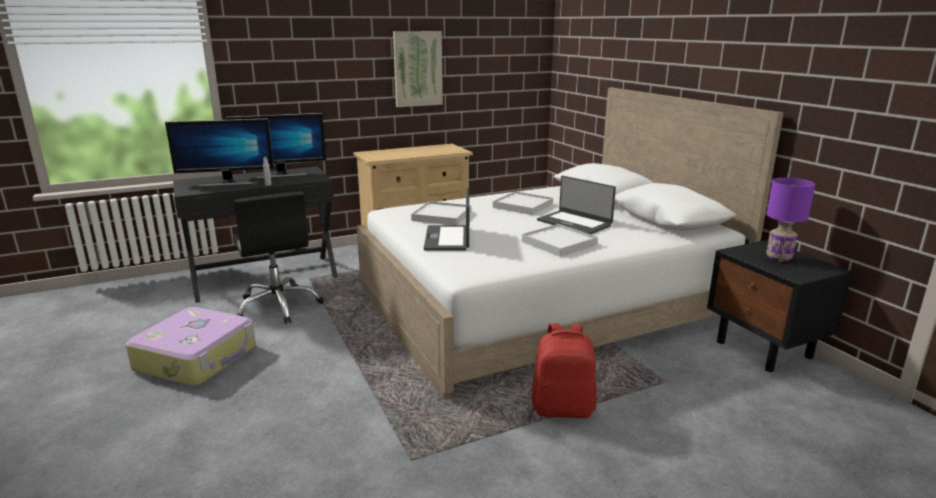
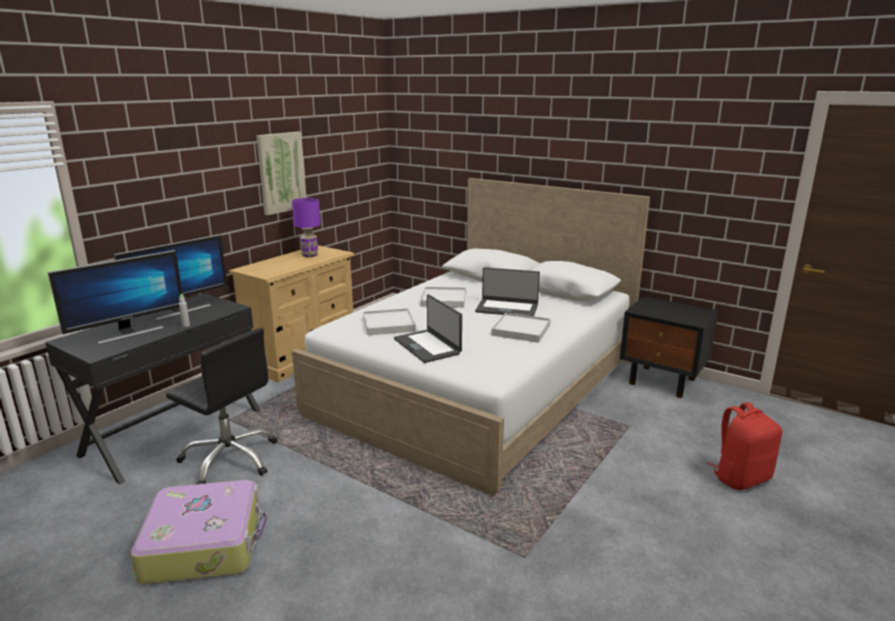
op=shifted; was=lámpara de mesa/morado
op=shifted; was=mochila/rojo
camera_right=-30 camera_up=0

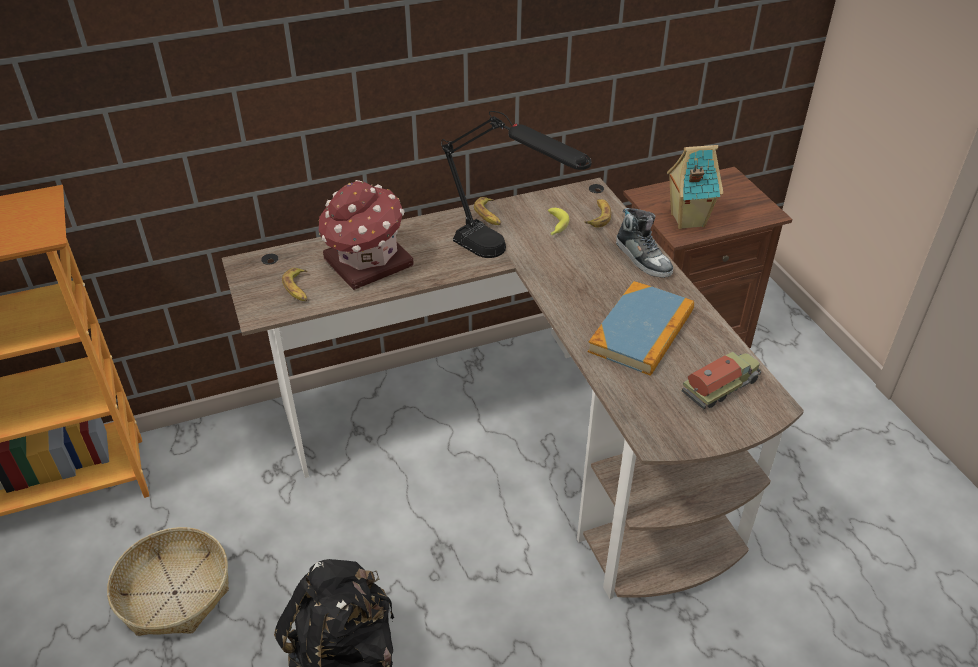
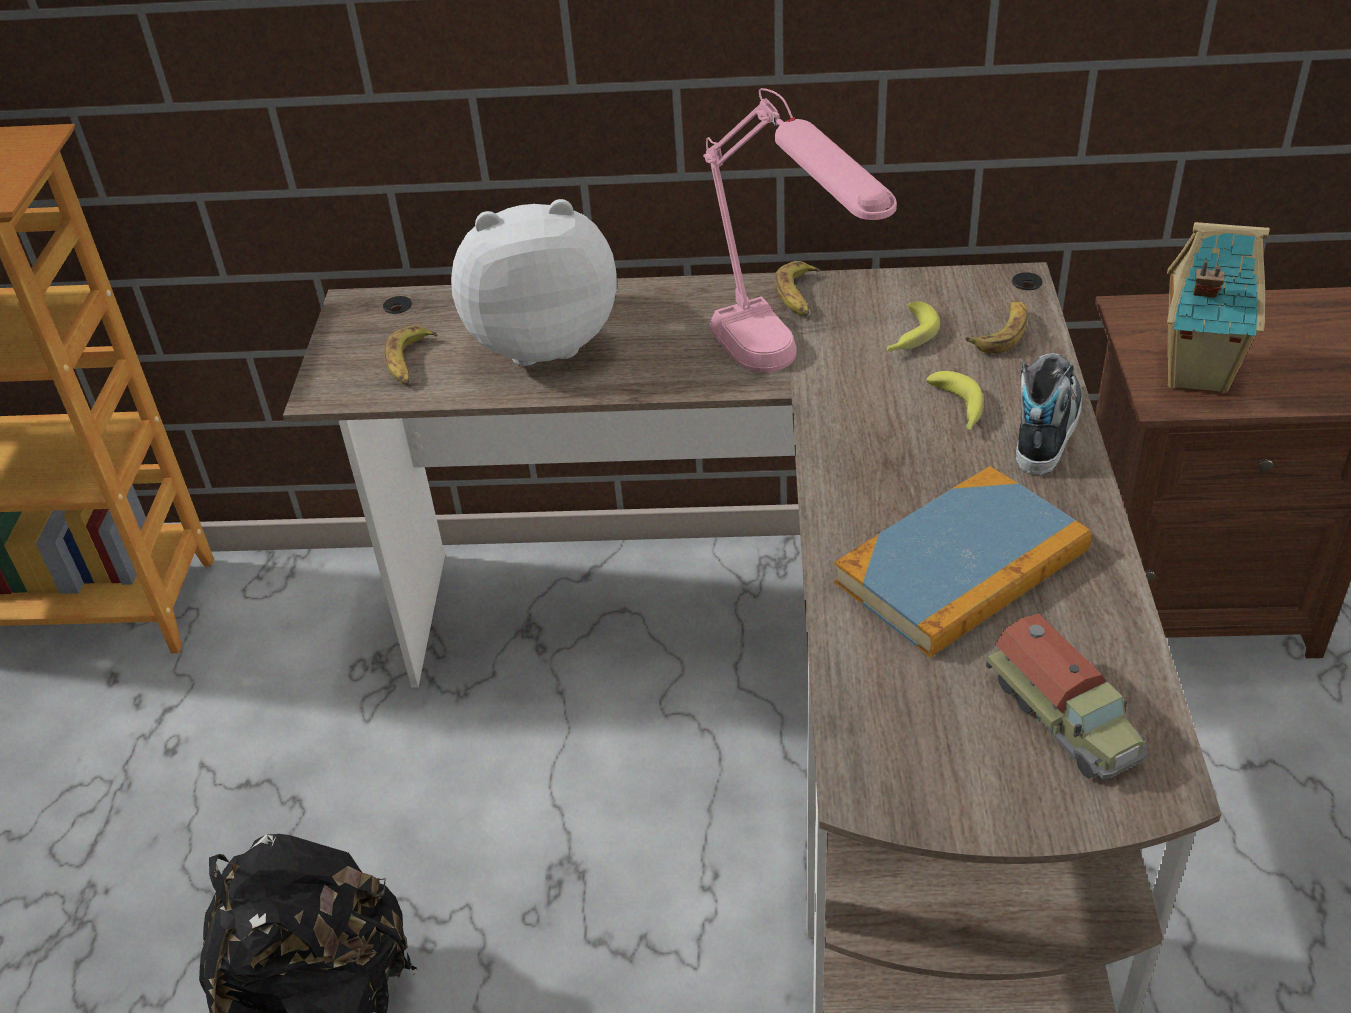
op=repainted; was=lámpara de mesa/negro; now=lámpara de mesa/rosa
op=swapped; was=casita (no. 1 from left); now=peluche
op=rotated; was=zapato; clockwise=-150
op=rotated; was=camión de juguete; clockwise=75
op=gone; was=cesta
op=new; now=plátano (no. 4 from left)
camera_right=25 camera_up=0

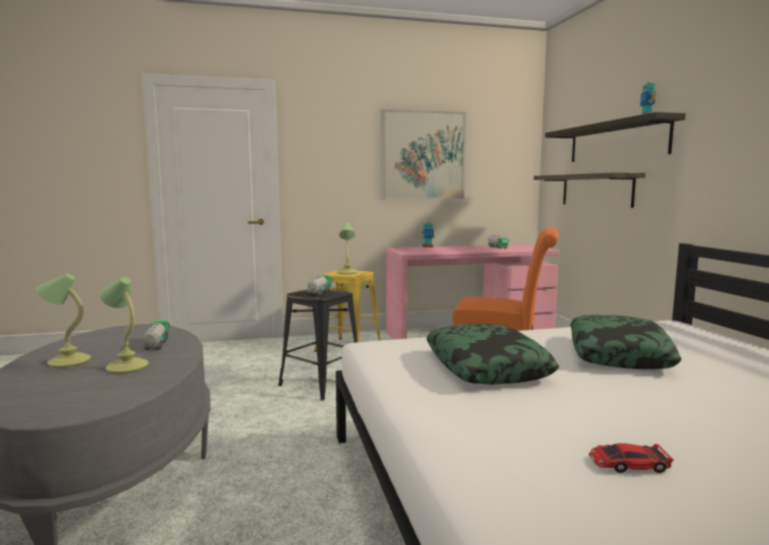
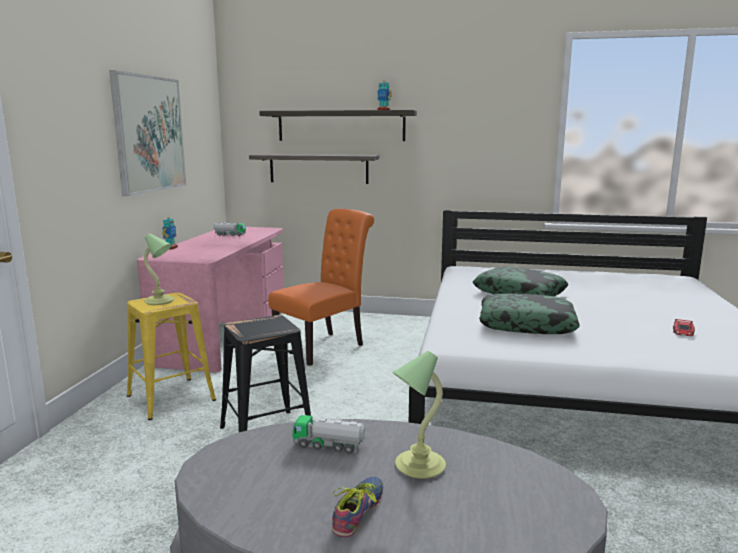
op=swapped; was=lámpara de mesa (no. 1 from left); now=zapato
op=gone; was=camión de juguete (no. 2 from left)
camera_right=-65 camera_up=5

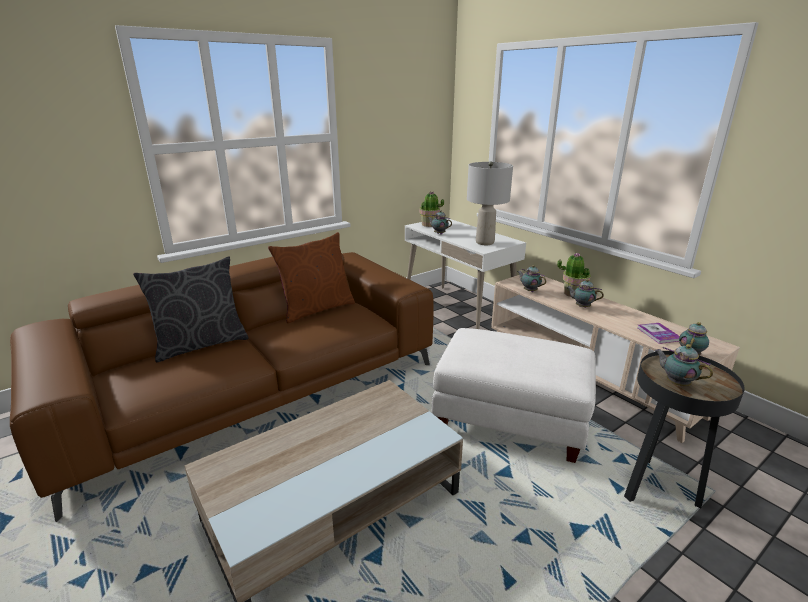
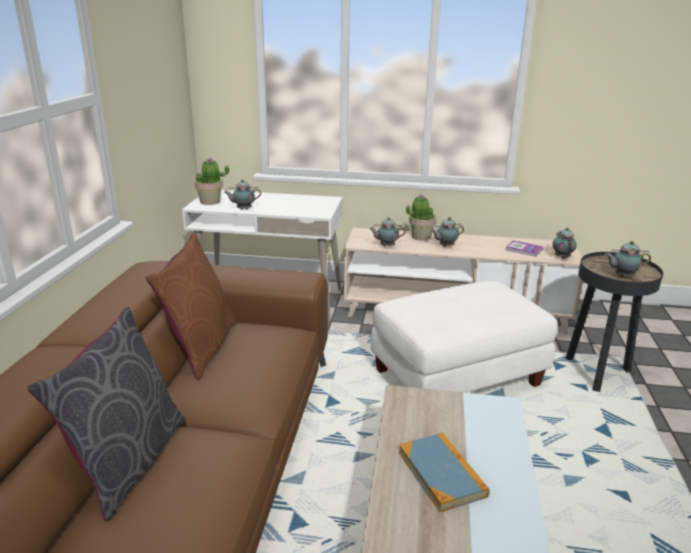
op=gone; was=lámpara de mesa/gris
op=new; now=libro (no. 1 from left)
camera_right=-45 camera_up=0

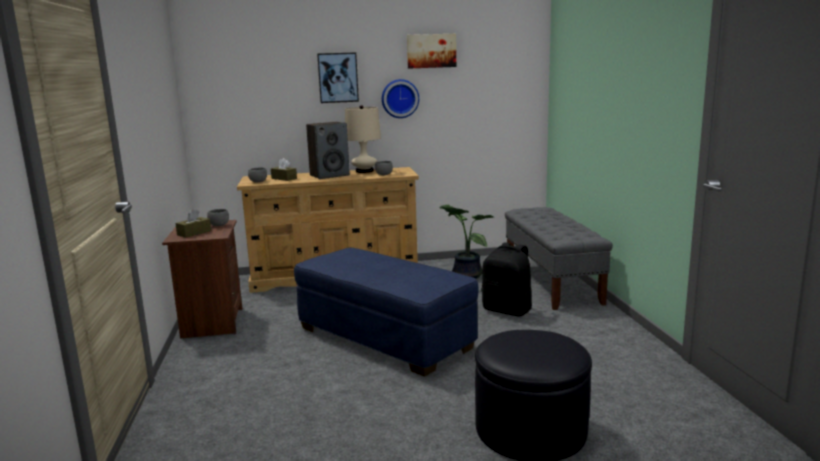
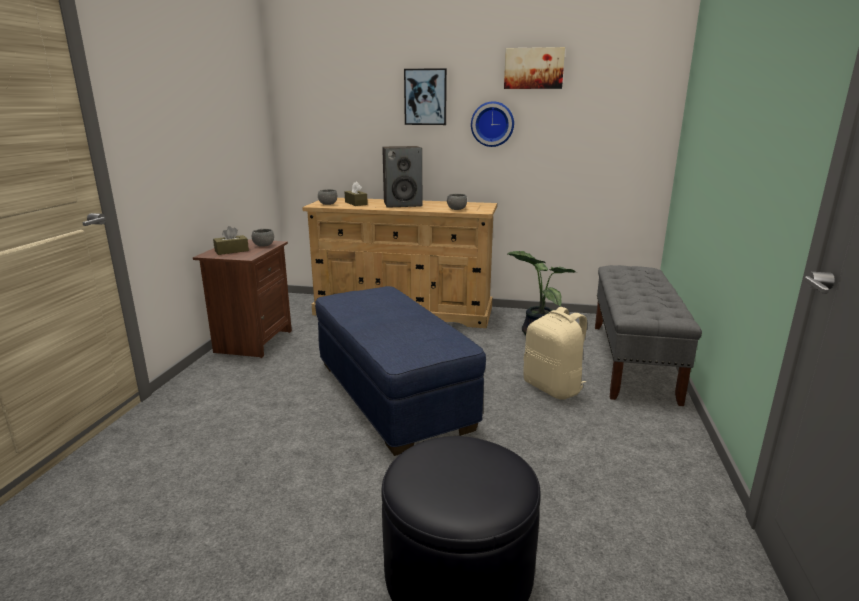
op=gone; was=lámpara de mesa/beis
op=repainted; was=mochila/negro; now=mochila/beis
camera_right=20 camera_up=5

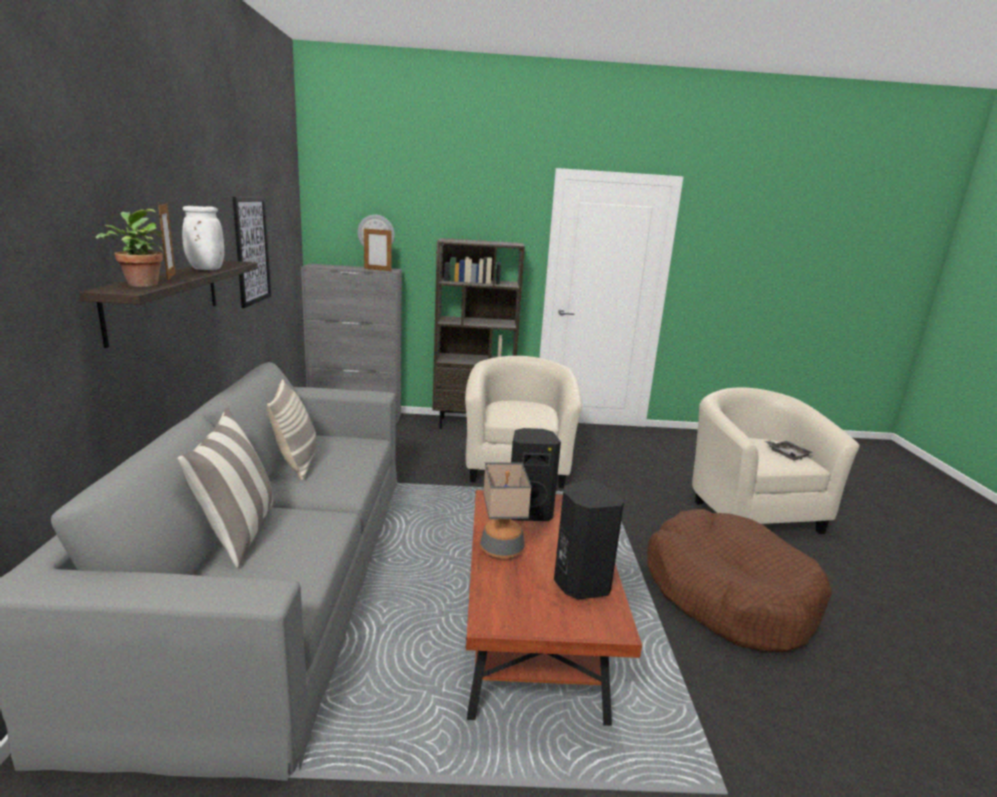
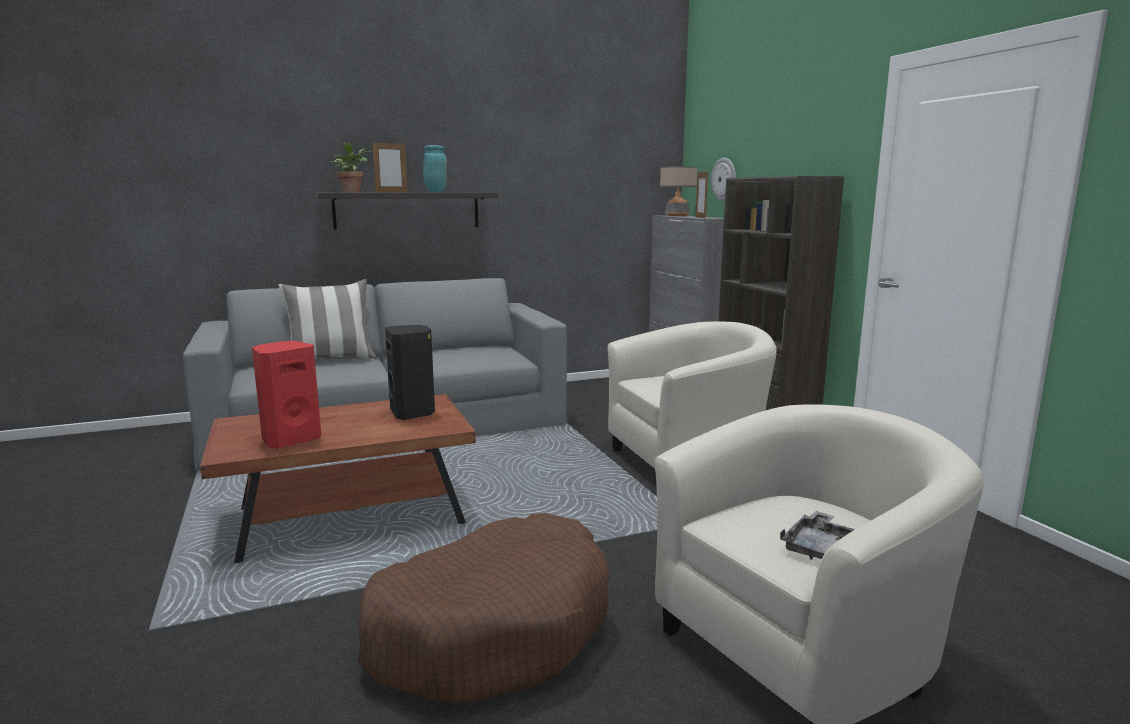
op=gone; was=cuadro
op=repainted; was=florero/blanco; now=florero/turquesa
op=gone; was=cojín (no. 2 from left)
op=shifted; was=lámpara de mesa
op=repainted; was=altavoz/negro (no. 2 from left); now=altavoz/rojo
camera_right=70 camera_up=-5

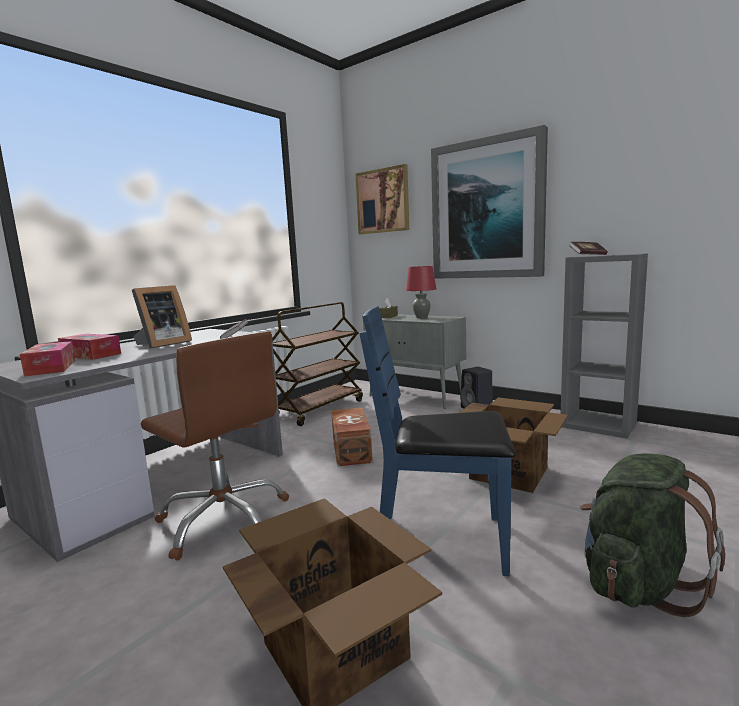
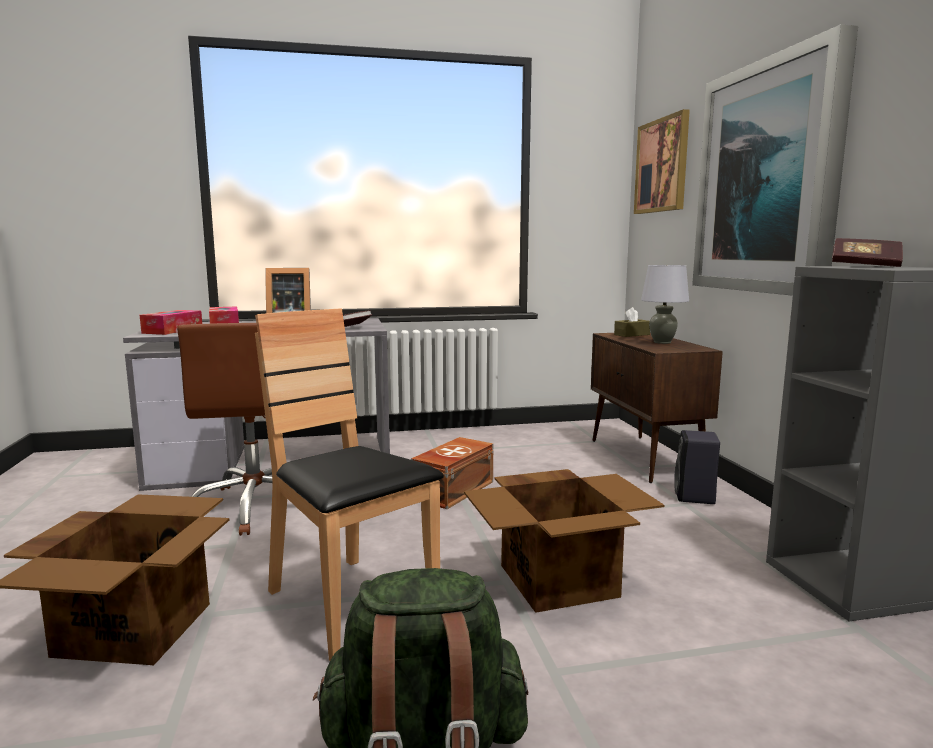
op=repainted; was=lámpara de mesa/rojo; now=lámpara de mesa/gris
op=gone; was=carrito/marrón
op=repainted; was=silla/azul; now=silla/marrón
op=repainted; was=armario/gris; now=armario/marrón
camera_right=40 camera_up=0

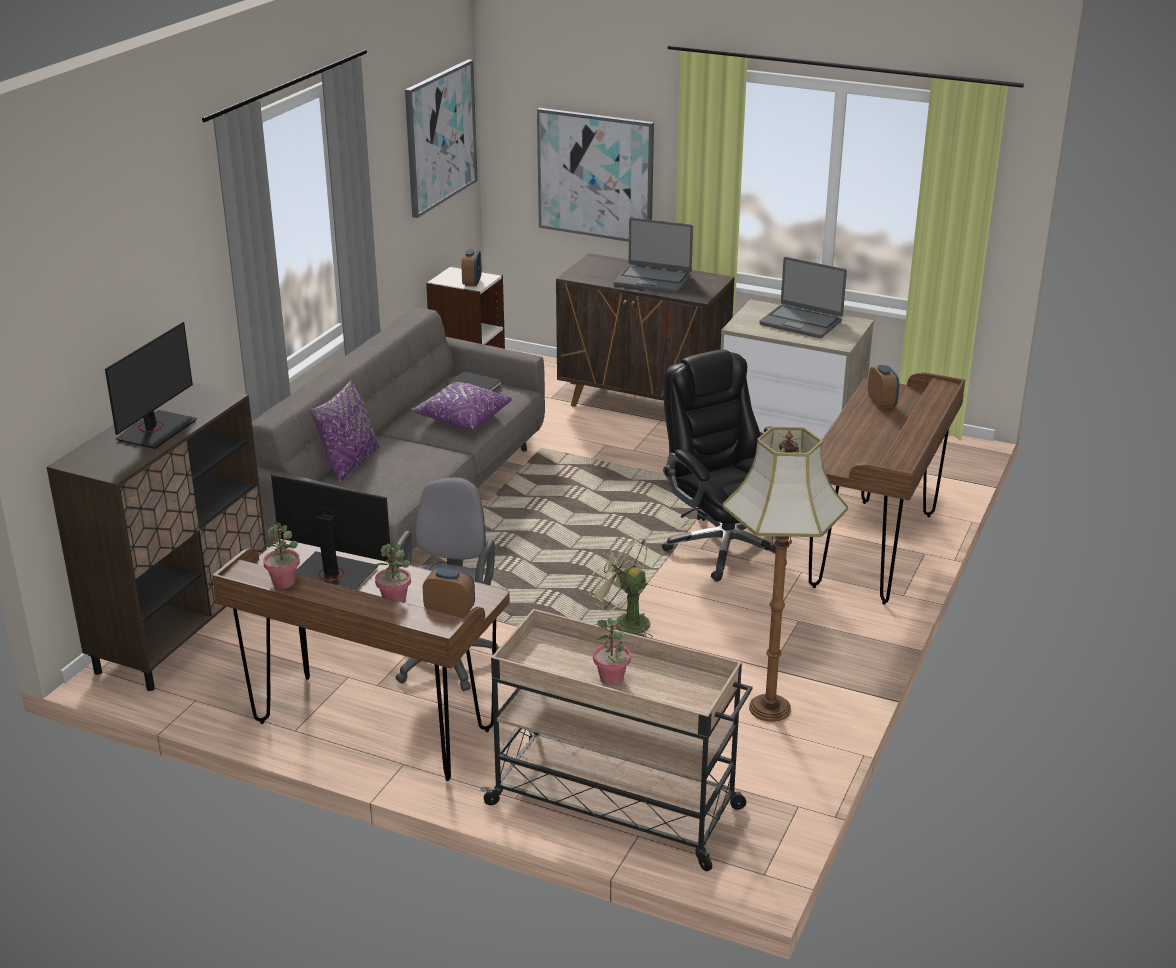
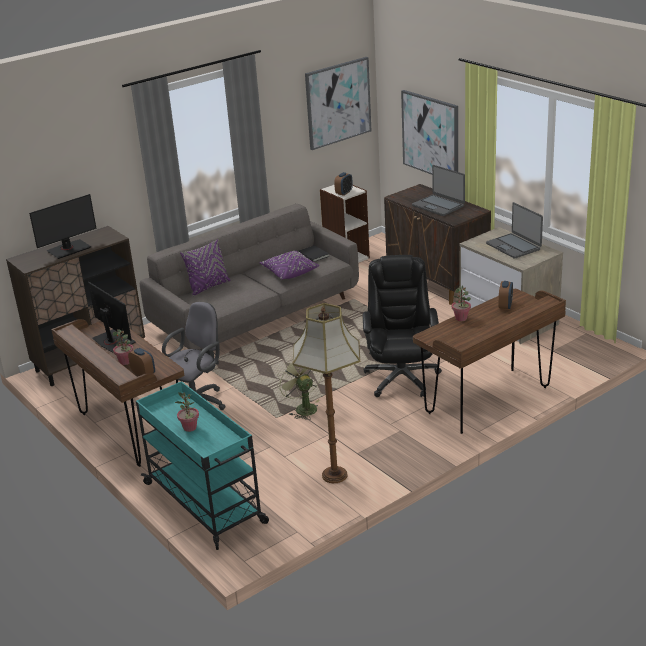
op=shifted; was=planta en maceta (no. 1 from left in the first image); now=planta en maceta (no. 3 from left)
op=repainted; was=carrito/beis; now=carrito/turquesa
camera_right=30 camera_up=0

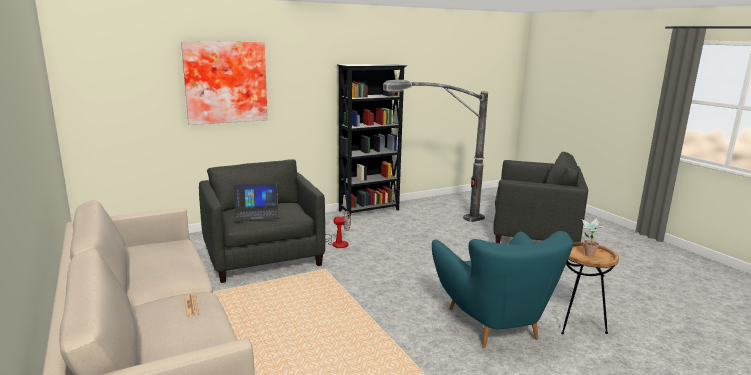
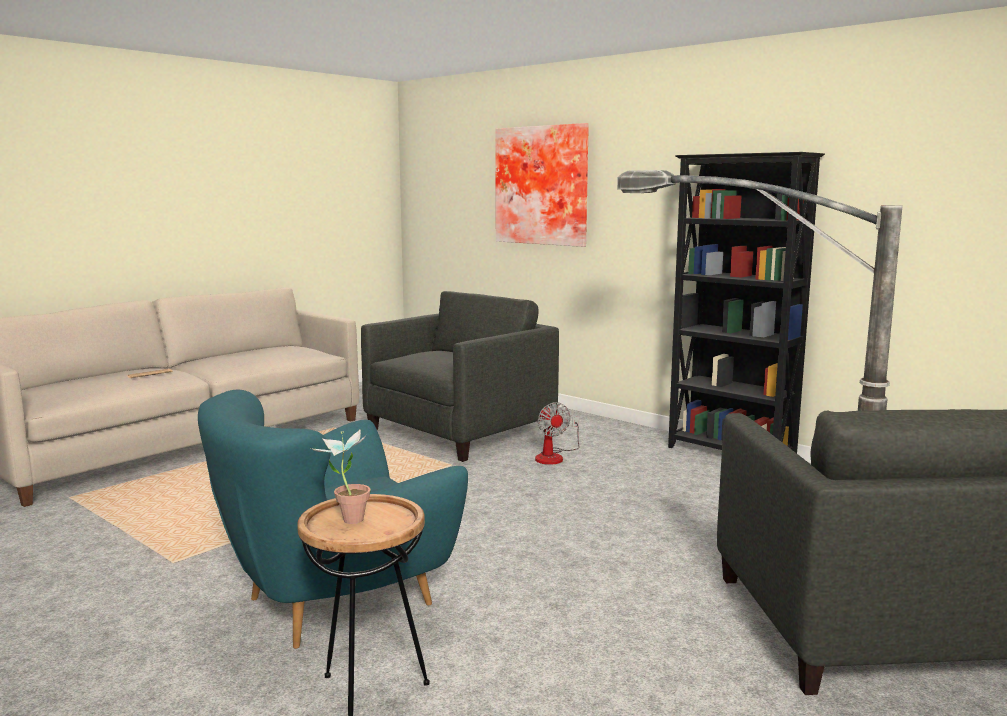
op=gone; was=portátil
camera_right=70 camera_up=-5

